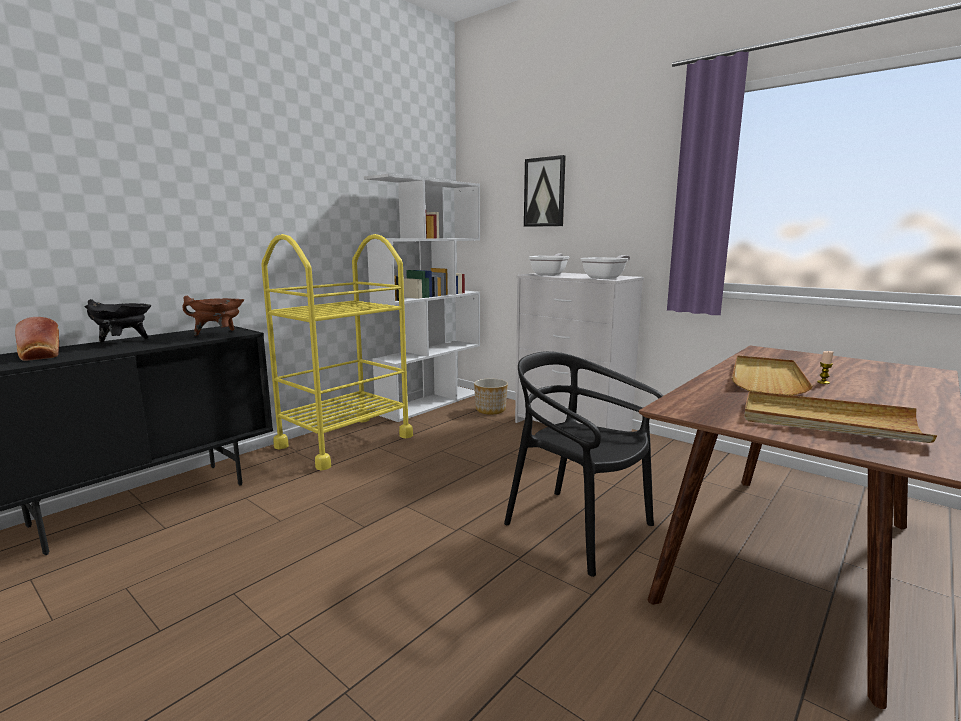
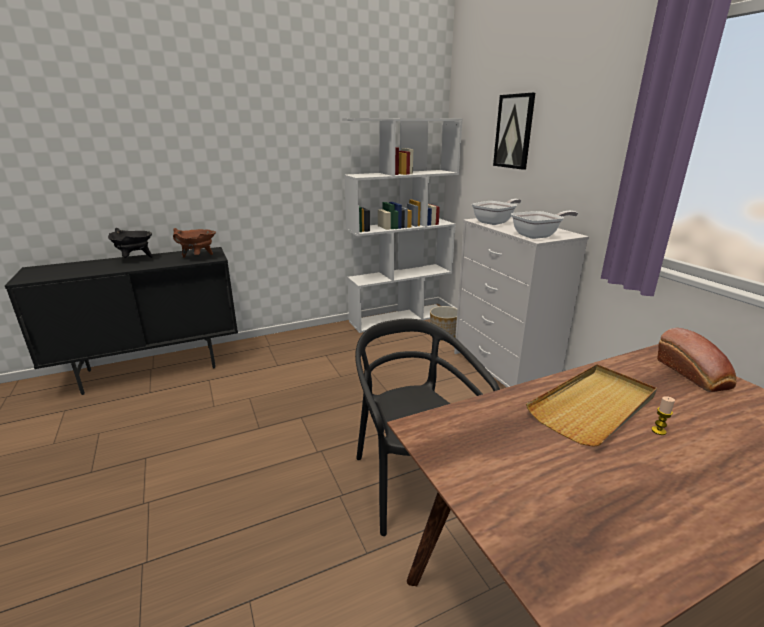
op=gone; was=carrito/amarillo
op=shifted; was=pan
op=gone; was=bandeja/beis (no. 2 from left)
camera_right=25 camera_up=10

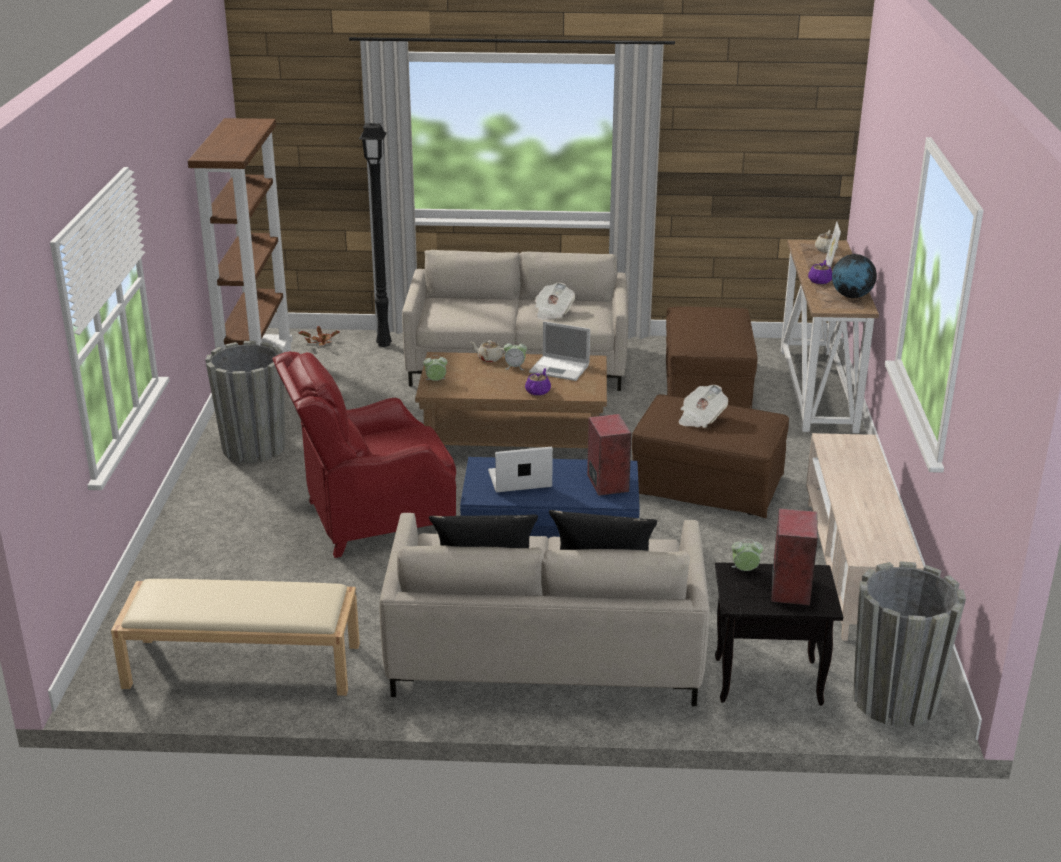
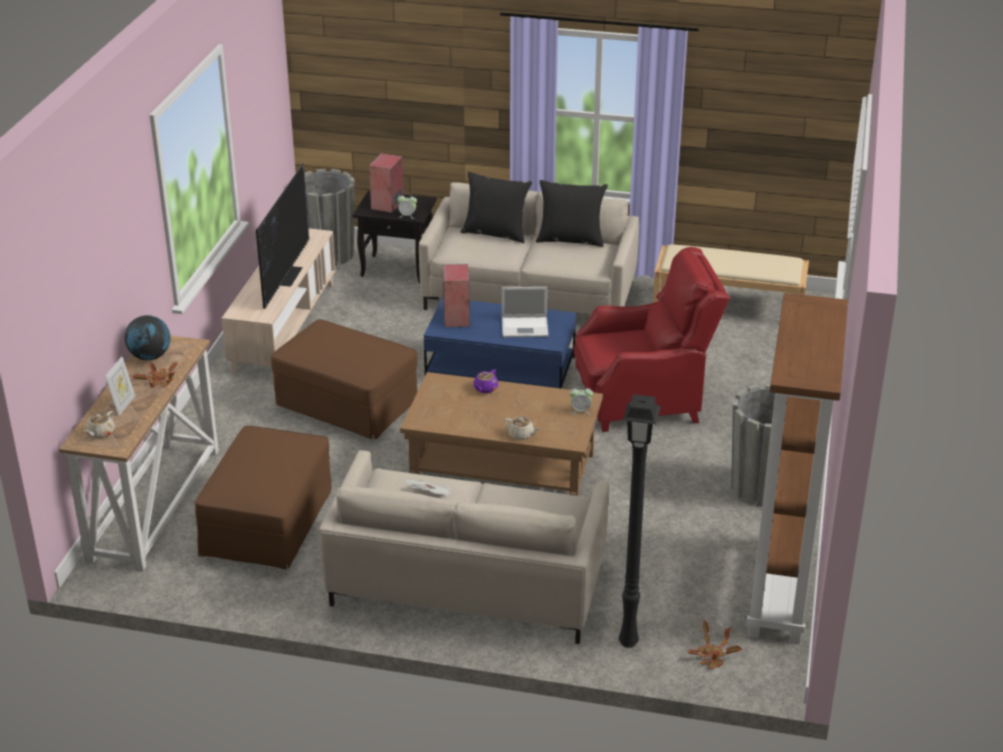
op=swapped; was=tetera/morado (no. 2 from left); now=planta en maceta (no. 1 from left)
op=gone; was=portátil (no. 2 from left)
op=gone; was=despertador (no. 2 from left)
op=gone; was=periódico (no. 2 from left)
op=new; now=televisor
camera_right=-170 camera_up=5

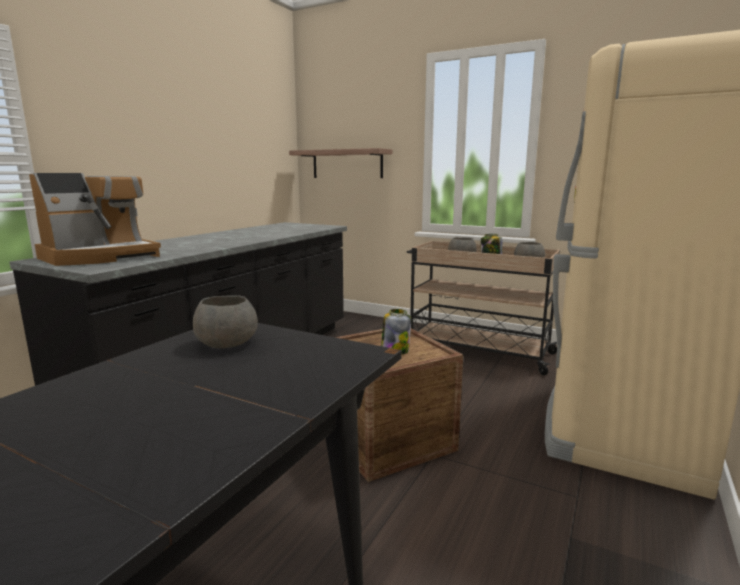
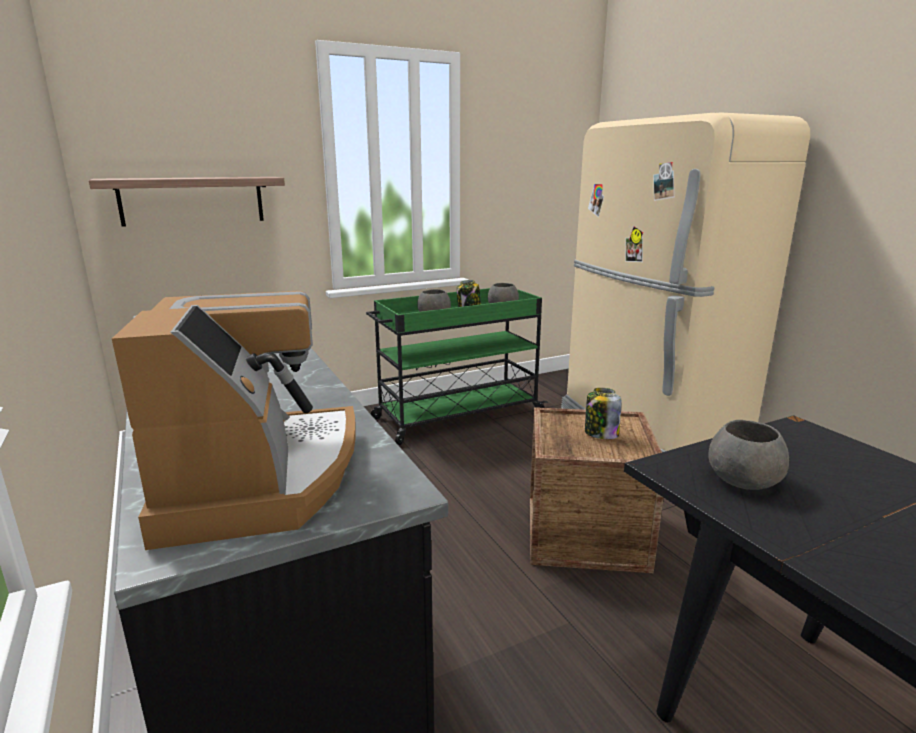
op=repainted; was=carrito/beis; now=carrito/verde
camera_right=-55 camera_up=5

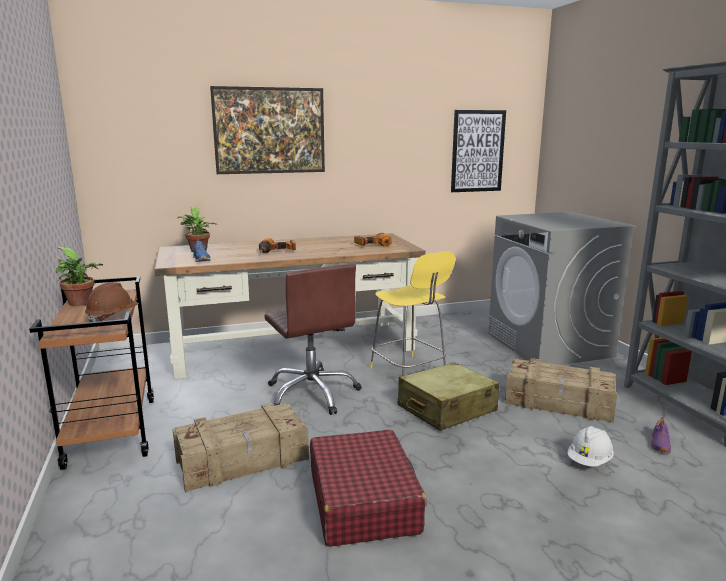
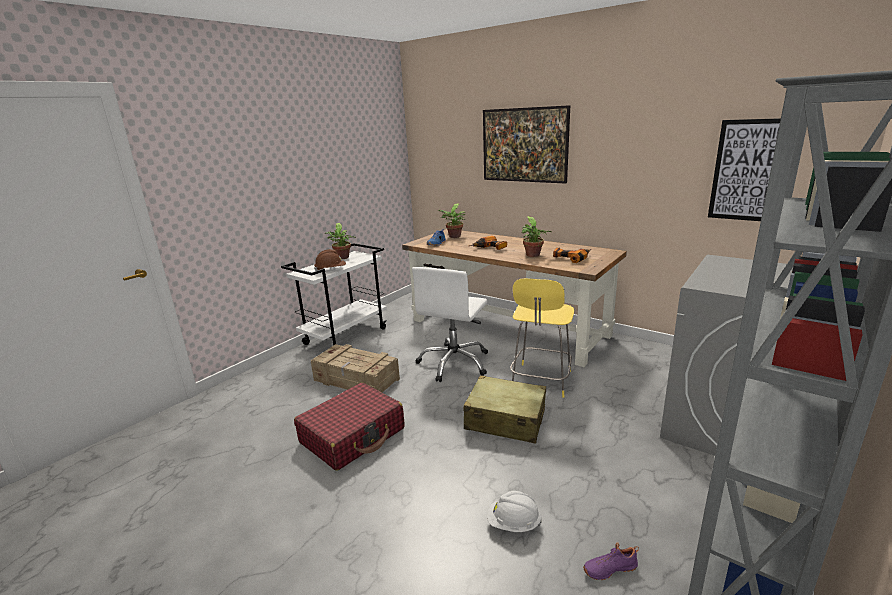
op=repainted; was=silla de oficina/marrón; now=silla de oficina/blanco
op=repainted; was=carrito/marrón; now=carrito/blanco
op=gone; was=caja de embalaje (no. 2 from left)
op=new; now=planta en maceta (no. 3 from left)
camera_right=55 camera_up=5

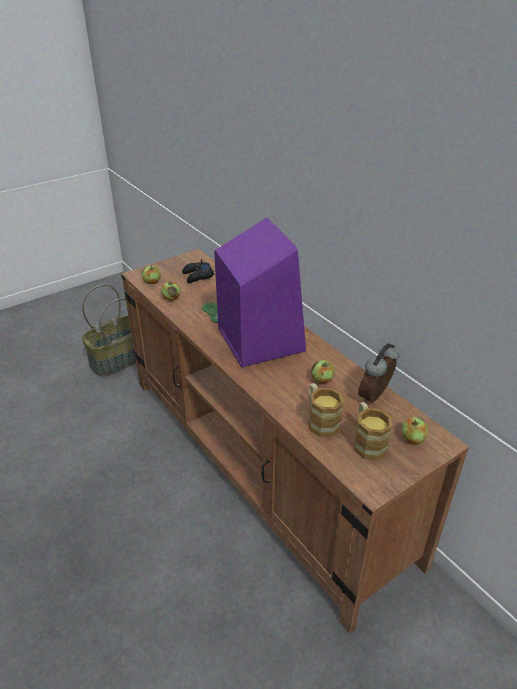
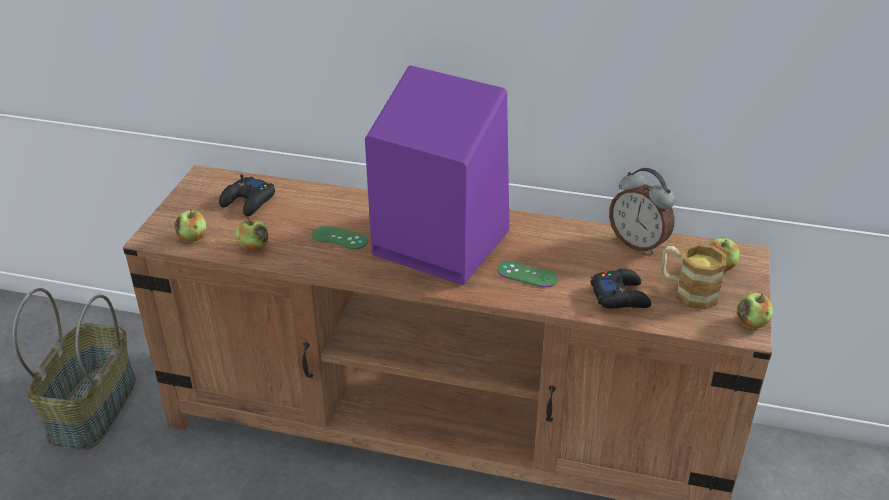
op=rotated; was=despertador; clockwise=-45
op=shifted; was=manzana (no. 3 from left in the first image); now=manzana (no. 4 from left)
op=swapped; was=taza grande (no. 1 from left); now=mando de consola/negro (no. 2 from left)
op=new; now=mando de consola/verde (no. 2 from left)
camera_right=-40 camera_up=0

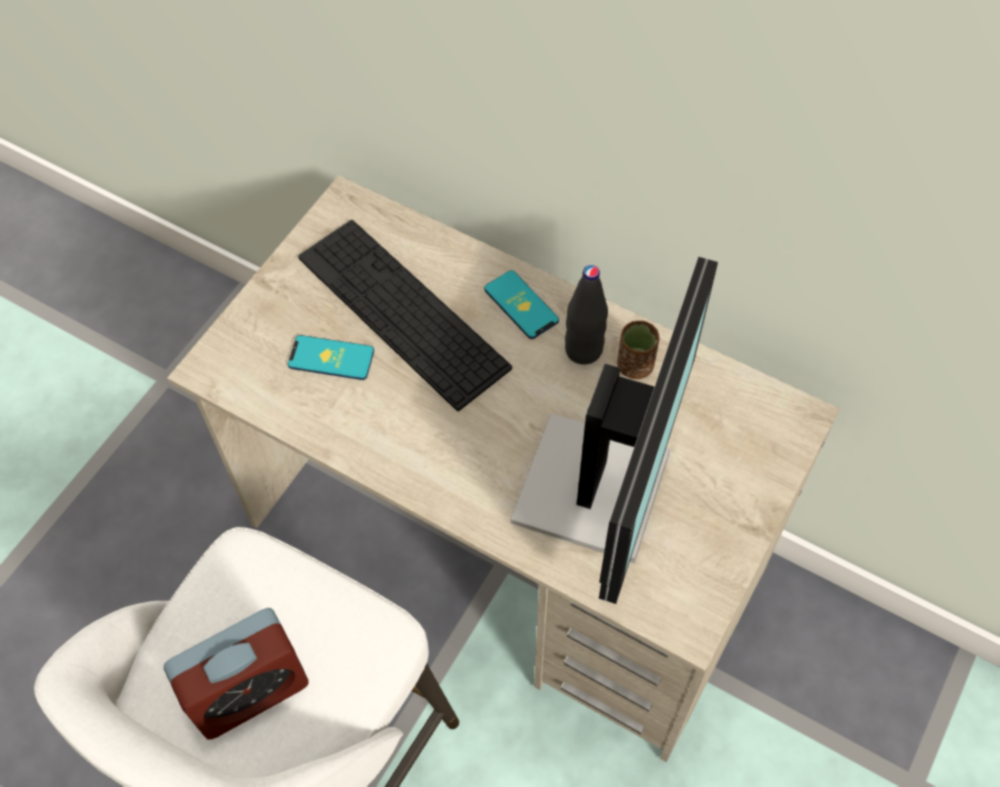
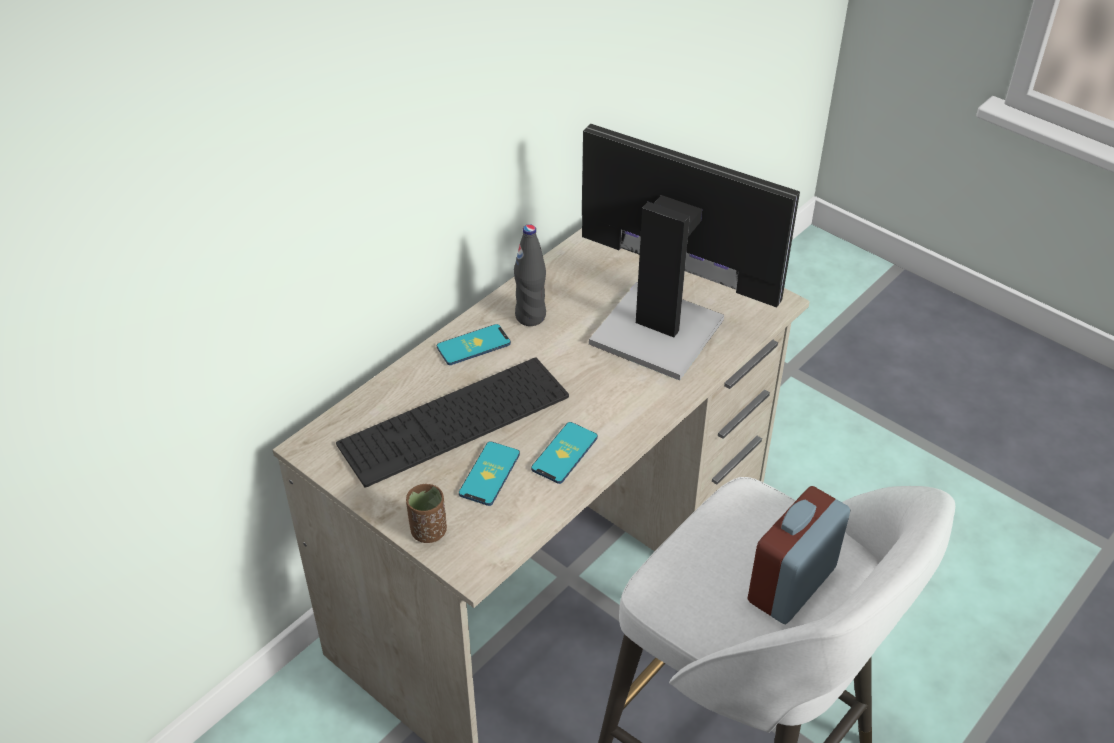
op=shifted; was=taza/marrón
op=rotated; was=despertador; clockwise=-120
op=new; now=móvil (no. 3 from left)
camera_right=-80 camera_up=-15

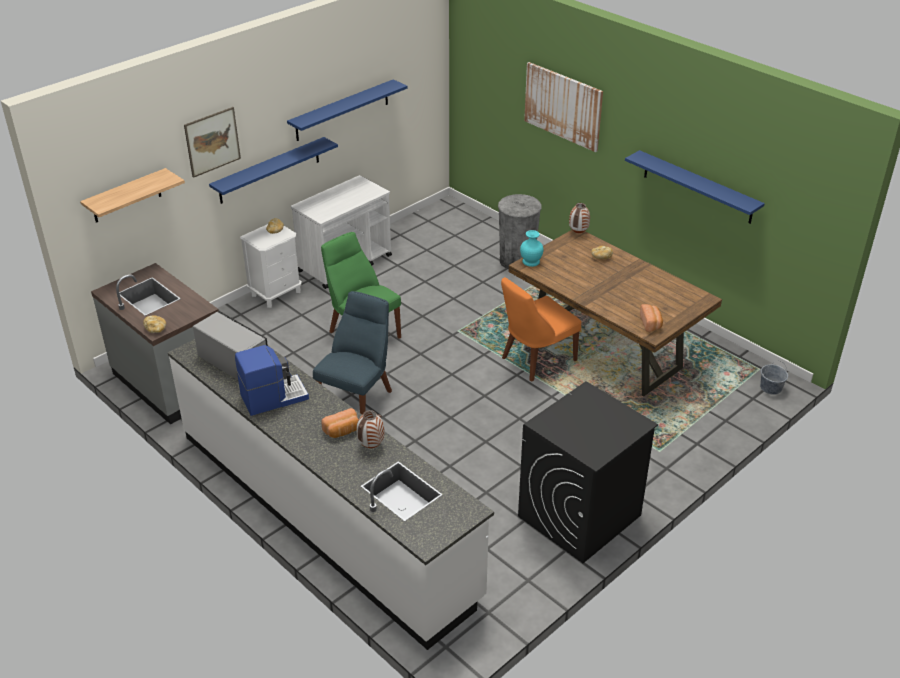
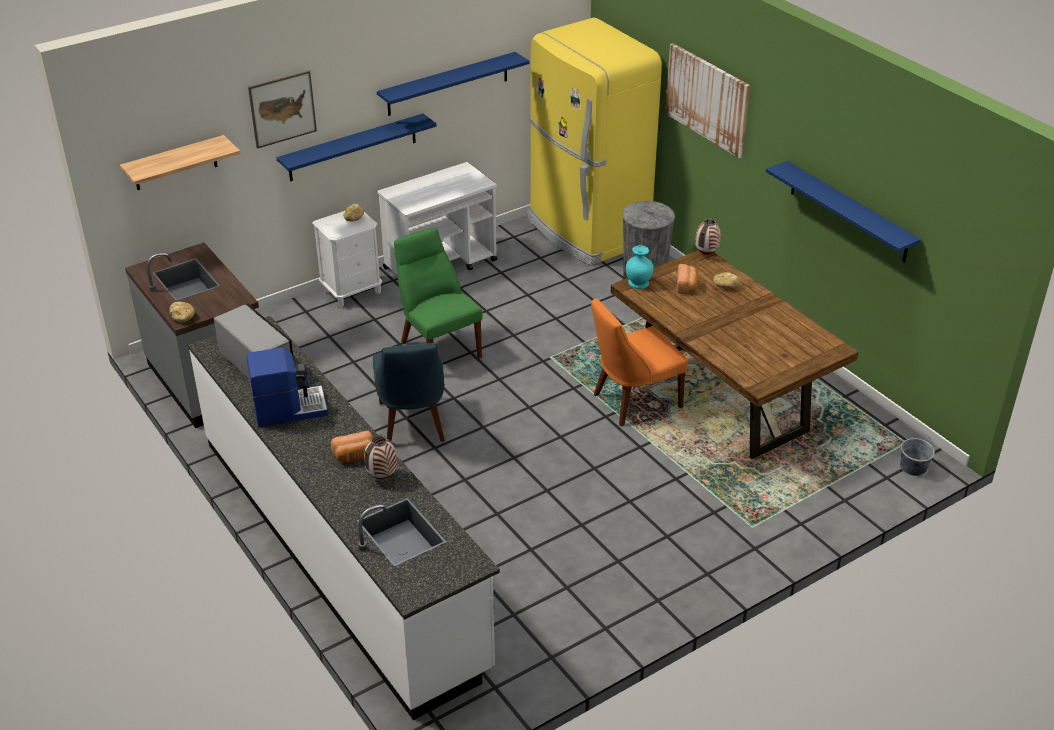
op=rotated; was=silla/azul; clockwise=135
op=shifted; was=pan (no. 5 from left in the first image); now=pan (no. 4 from left)
op=gone; was=lavadora/negro
op=new; now=nevera/amarillo
camera_right=10 camera_up=0

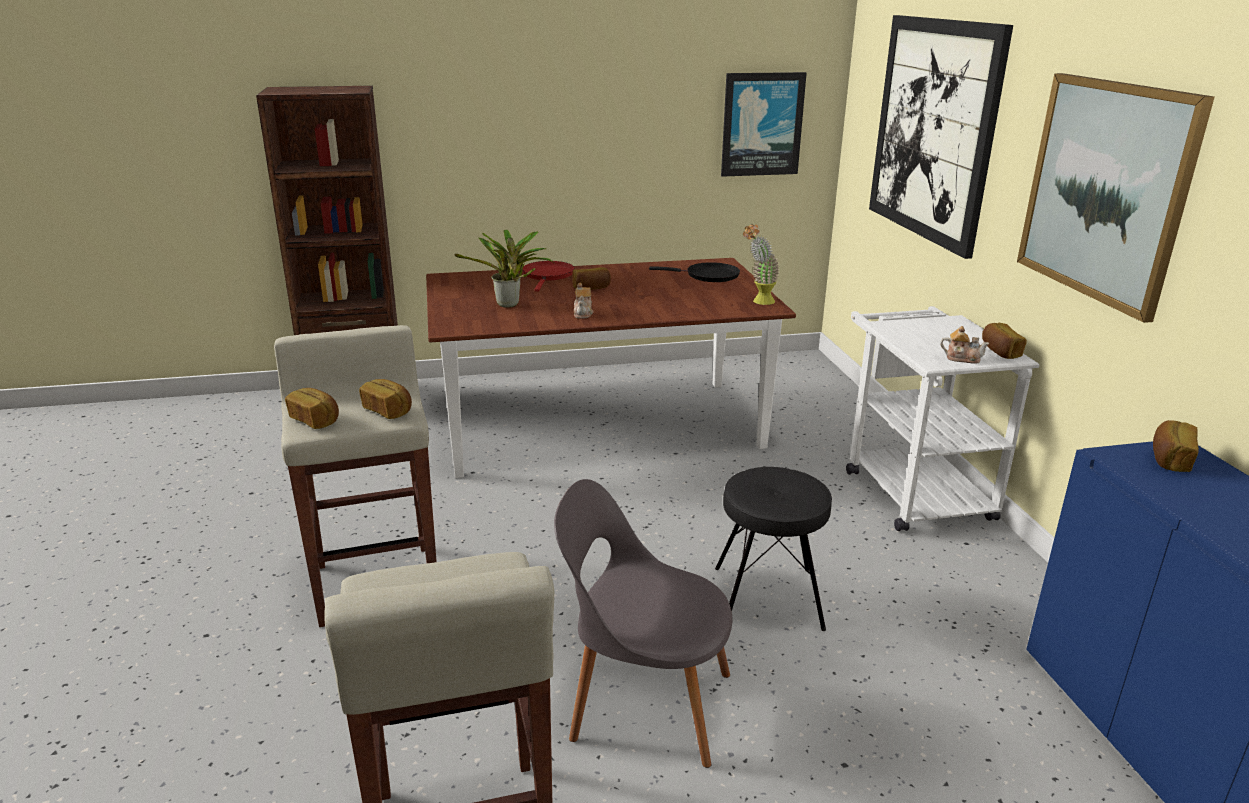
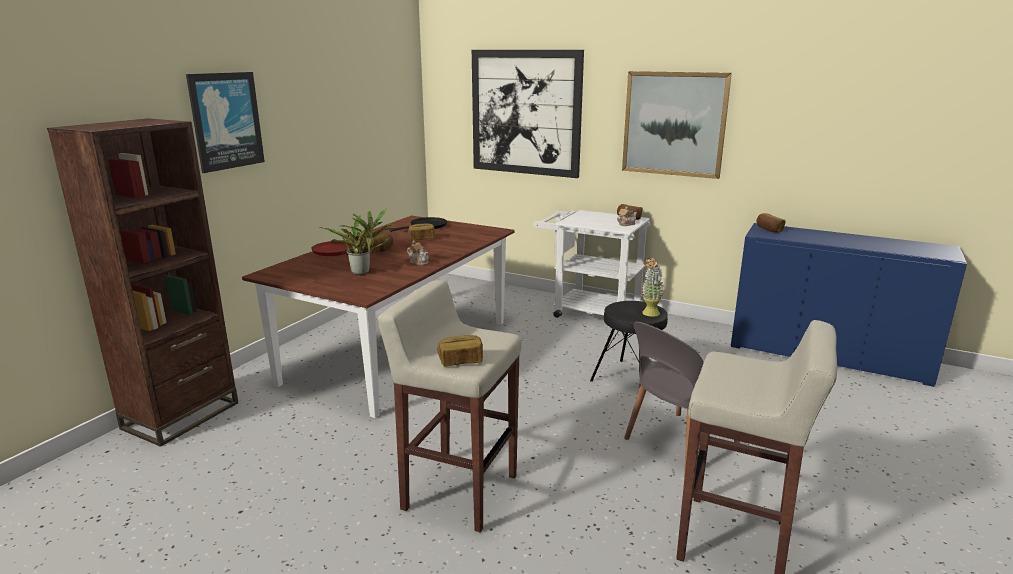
op=shifted; was=cuadro (no. 1 from left)
op=shifted; was=planta en maceta (no. 2 from left)
op=shifted; was=pan (no. 2 from left)
camera_right=-50 camera_up=-5

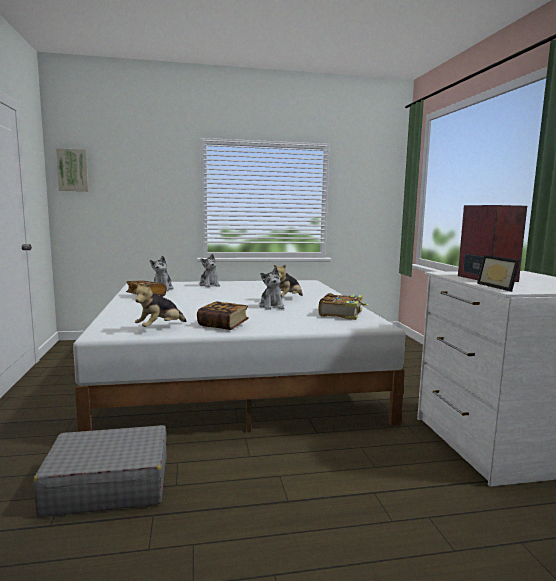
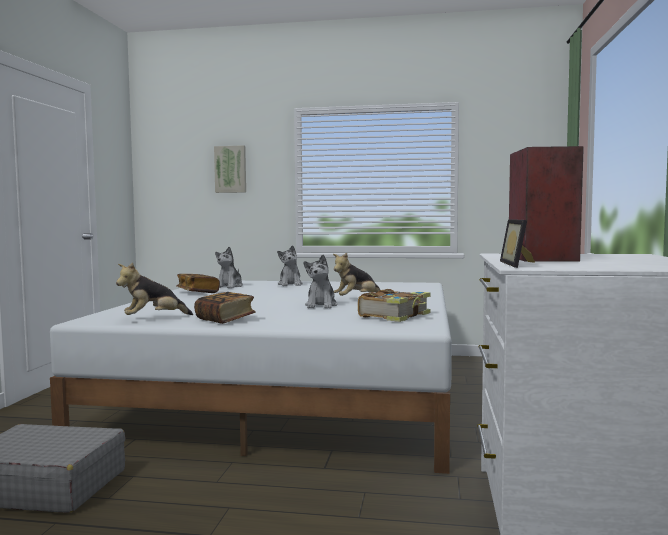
op=shifted; was=cuadro
camera_right=20 camera_up=-5

